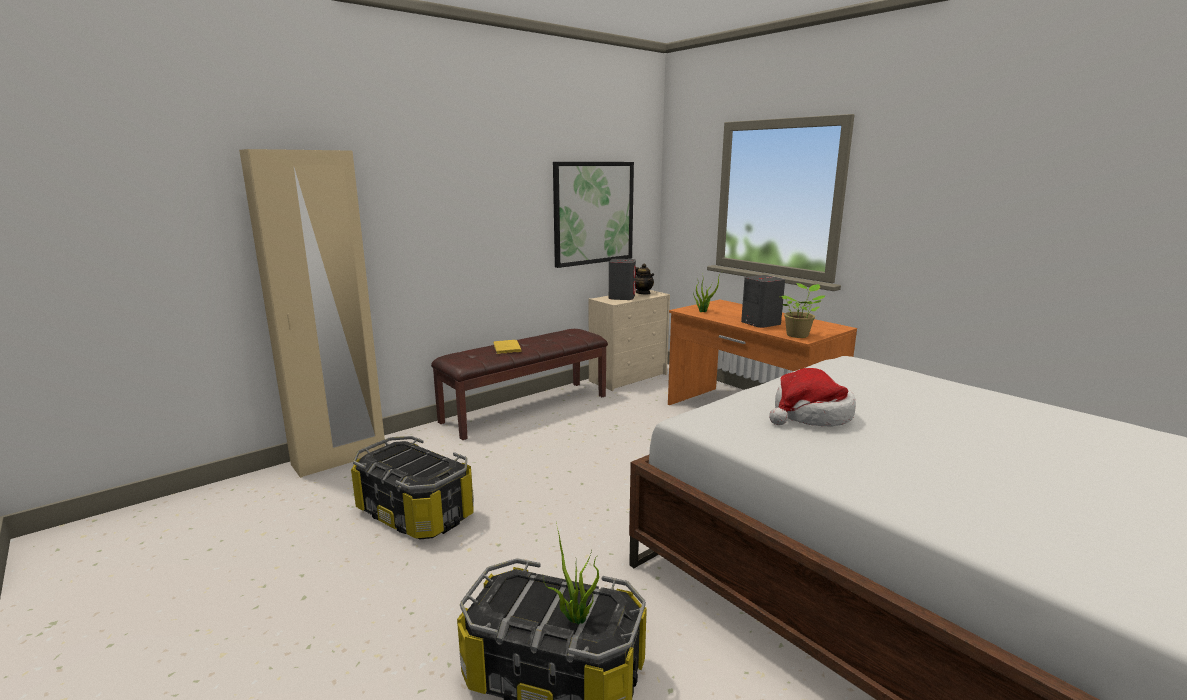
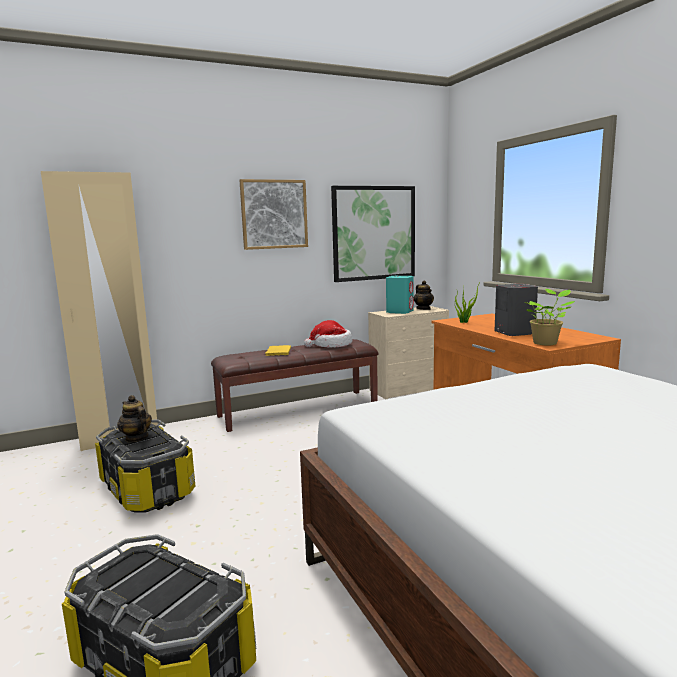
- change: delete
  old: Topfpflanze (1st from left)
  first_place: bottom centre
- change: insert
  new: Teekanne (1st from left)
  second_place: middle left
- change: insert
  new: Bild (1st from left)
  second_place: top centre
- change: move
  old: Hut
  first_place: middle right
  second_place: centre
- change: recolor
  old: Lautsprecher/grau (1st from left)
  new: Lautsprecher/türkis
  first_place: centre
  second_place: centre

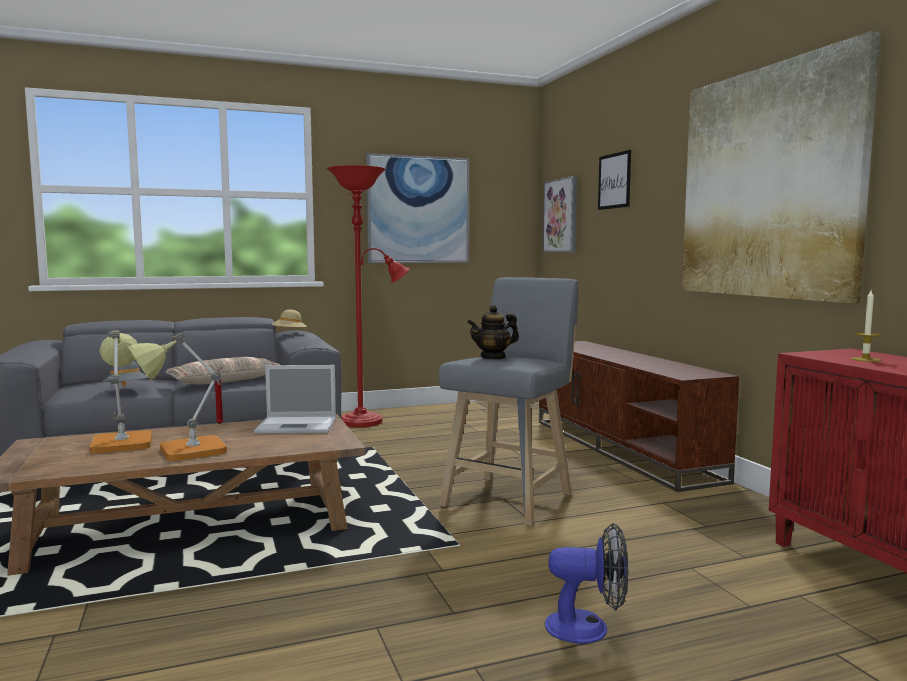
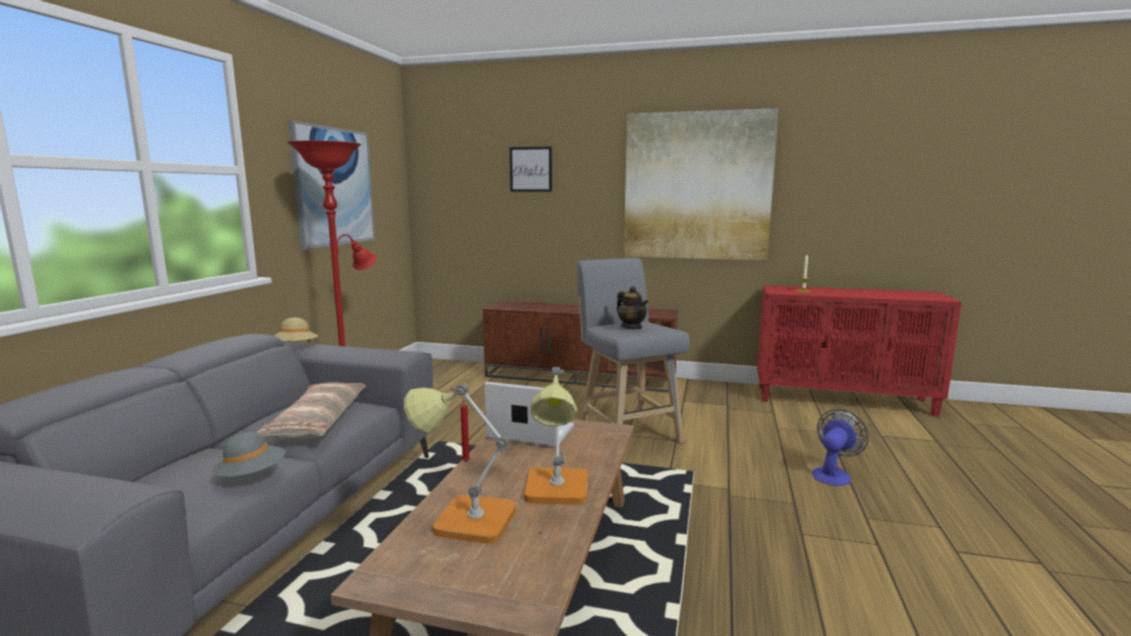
- change: delete
  old: Bild (2nd from left)
  first_place: top centre
- change: rotate
  old: Laptop
  first_place: middle left
  second_place: centre
  degrees: -105
- change: rotate
  old: Teekanne
  first_place: centre
  second_place: centre
  degrees: -45

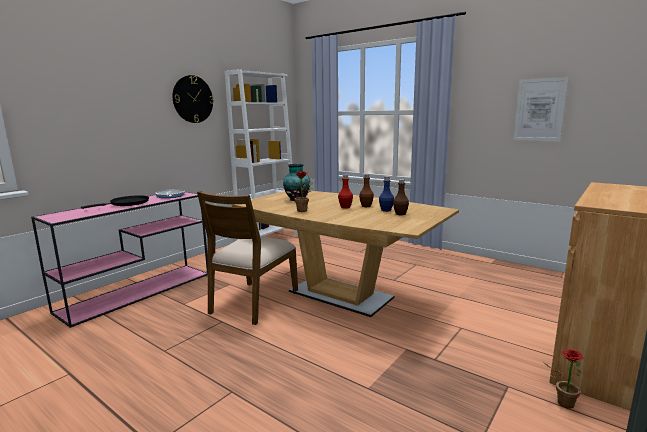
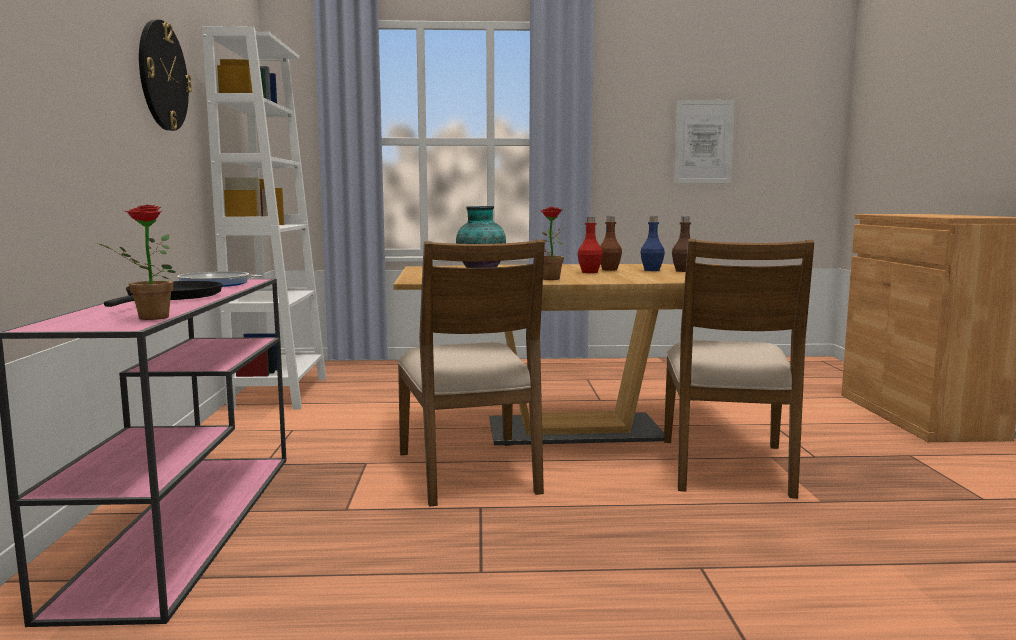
- change: insert
  new: Stuhl/braun (2nd from left)
  second_place: middle right
- change: move
  old: Topfpflanze (2nd from left in the first image)
  new: Topfpflanze (1st from left)
  first_place: bottom right
  second_place: middle left

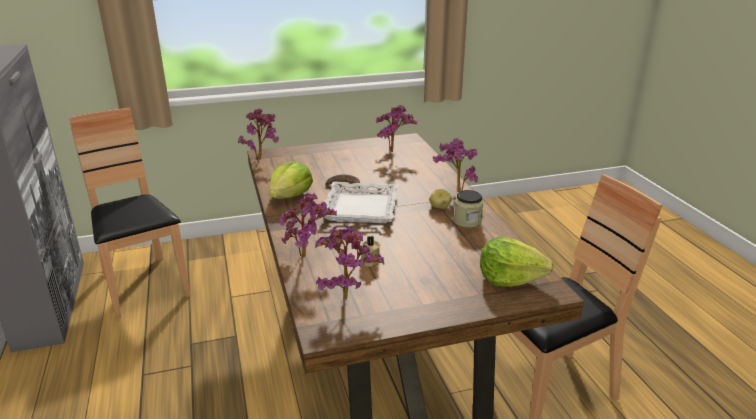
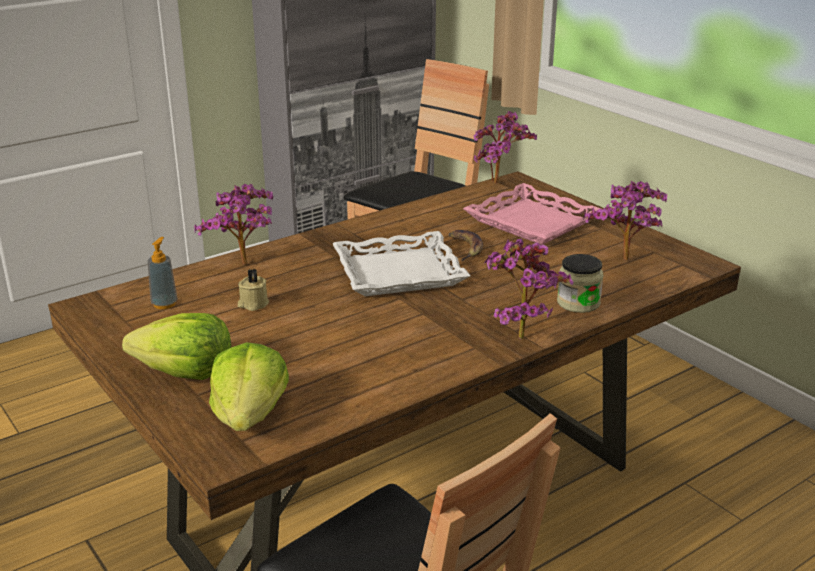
- change: delete
  old: Kartoffel
  first_place: centre
- change: insert
  new: Tablett/rosa
  second_place: centre
- change: move
  old: Salatkopf (1st from left)
  first_place: centre
  second_place: middle left
- change: move
  old: Vorratsglas
  first_place: centre
  second_place: middle right
- change: replace
  old: Topfpflanze (3rd from left)
  new: Seifenspender
  first_place: centre
  second_place: middle left

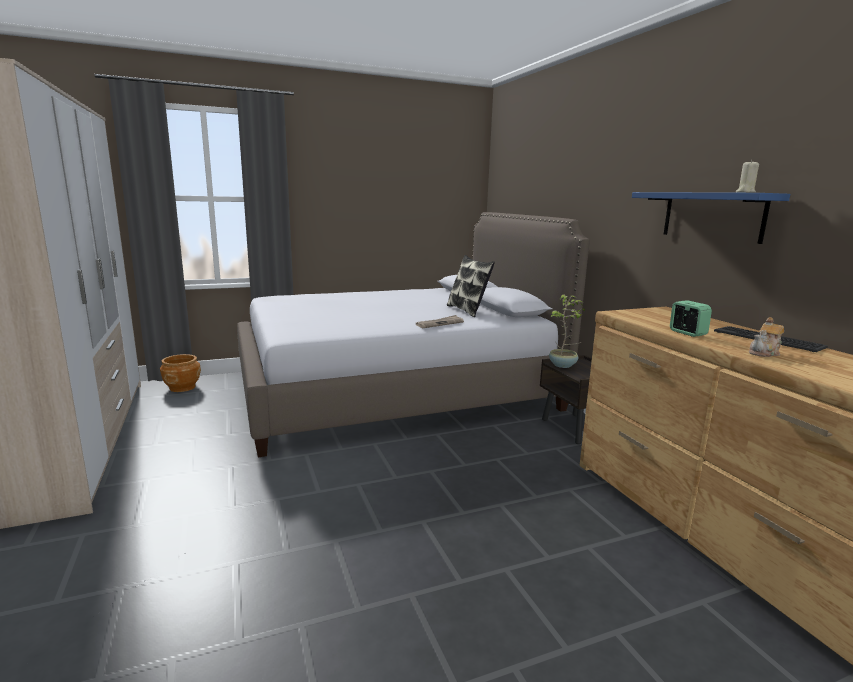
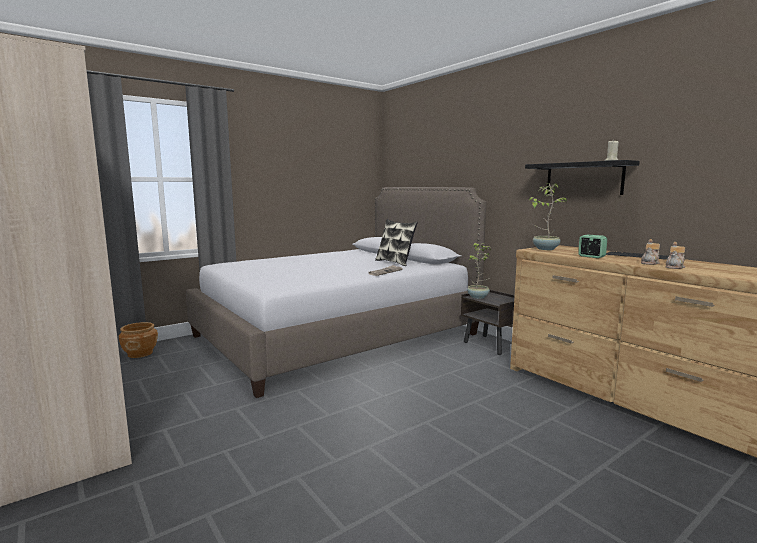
- change: insert
  new: Topfpflanze (2nd from left)
  second_place: middle right
- change: insert
  new: Teekanne (2nd from left)
  second_place: middle right
- change: recolor
  old: Wandregal/blau
  new: Wandregal/schwarz
  first_place: top right
  second_place: top right

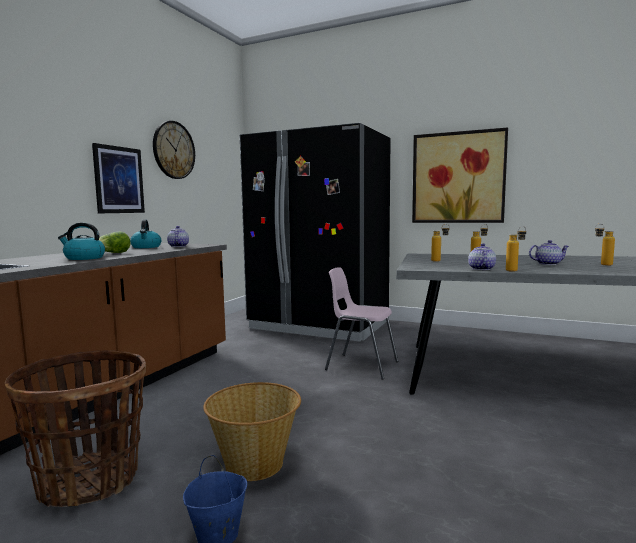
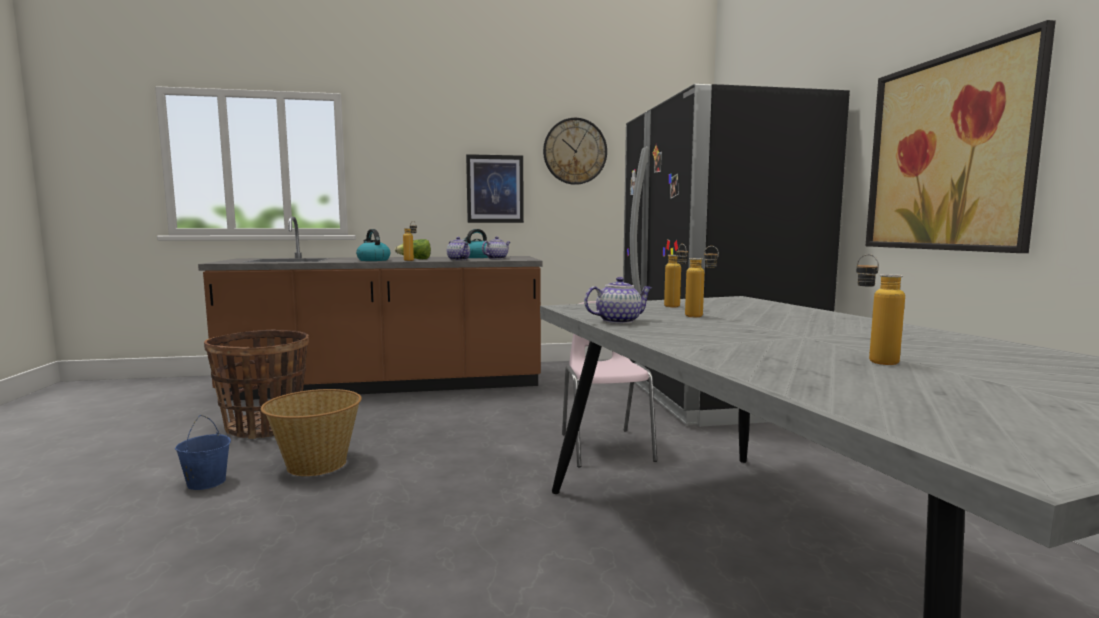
- change: move
  old: Flasche (3rd from left in the first image)
  new: Flasche (1st from left)
  first_place: middle right
  second_place: centre
- change: move
  old: Teekanne (3rd from left in the first image)
  new: Teekanne (1st from left)
  first_place: middle right
  second_place: centre

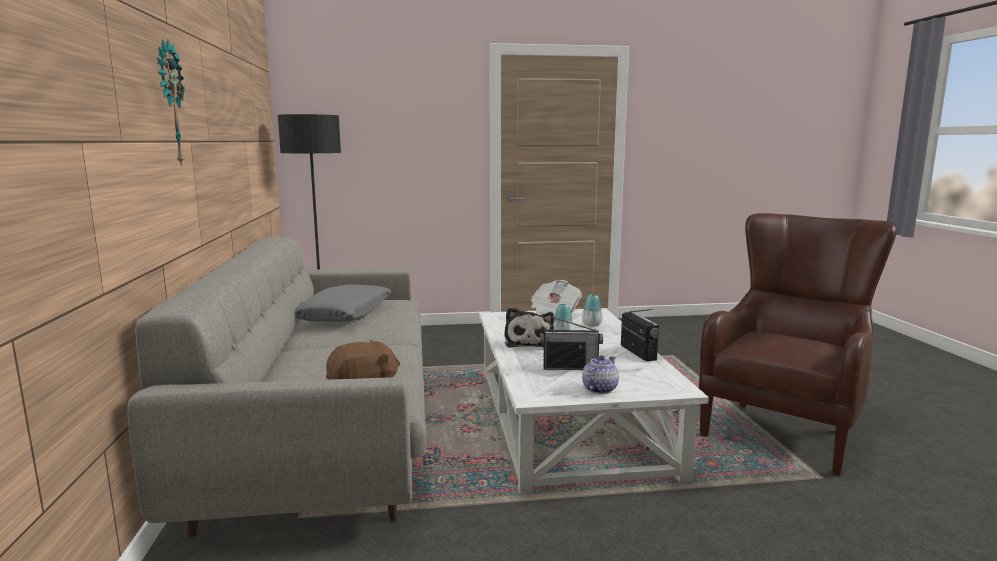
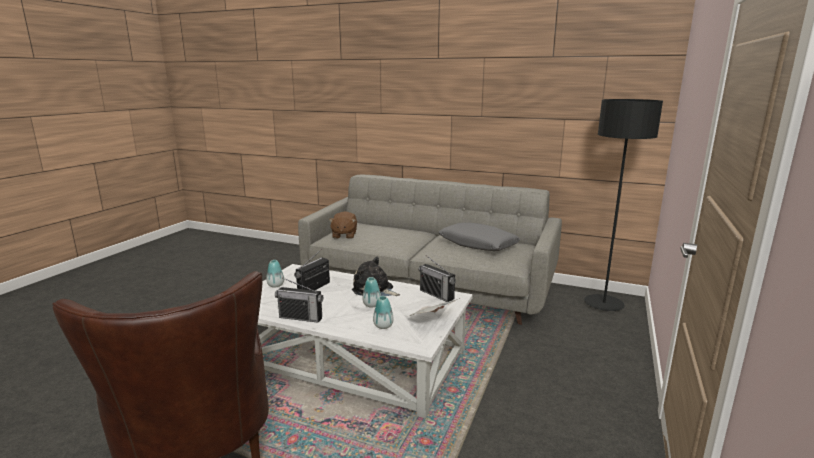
- change: delete
  old: Wanduhr
  first_place: top left
- change: insert
  new: Radio (3rd from left)
  second_place: centre
- change: replace
  old: Teekanne
  new: Vase (1st from left)
  first_place: bottom centre
  second_place: centre

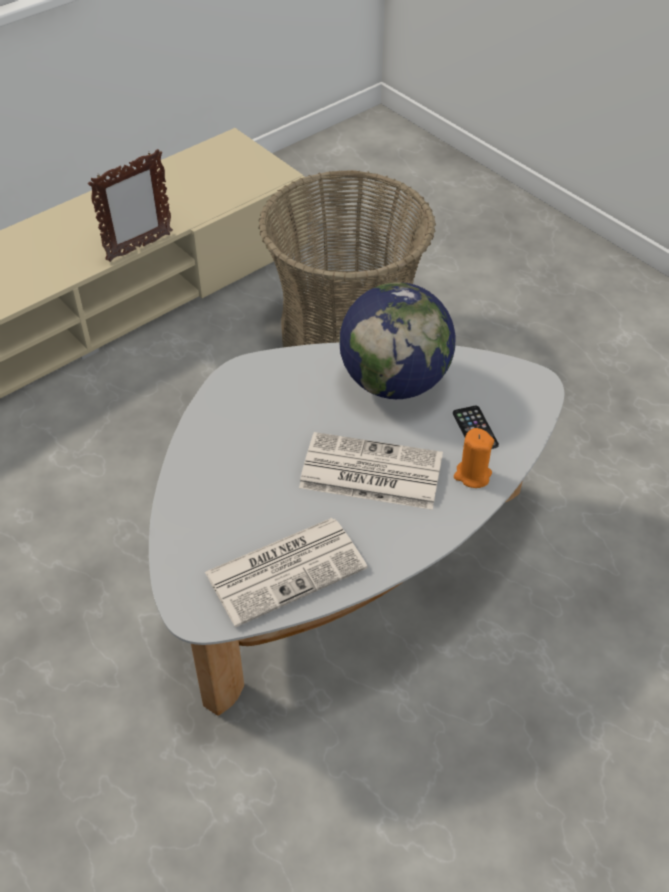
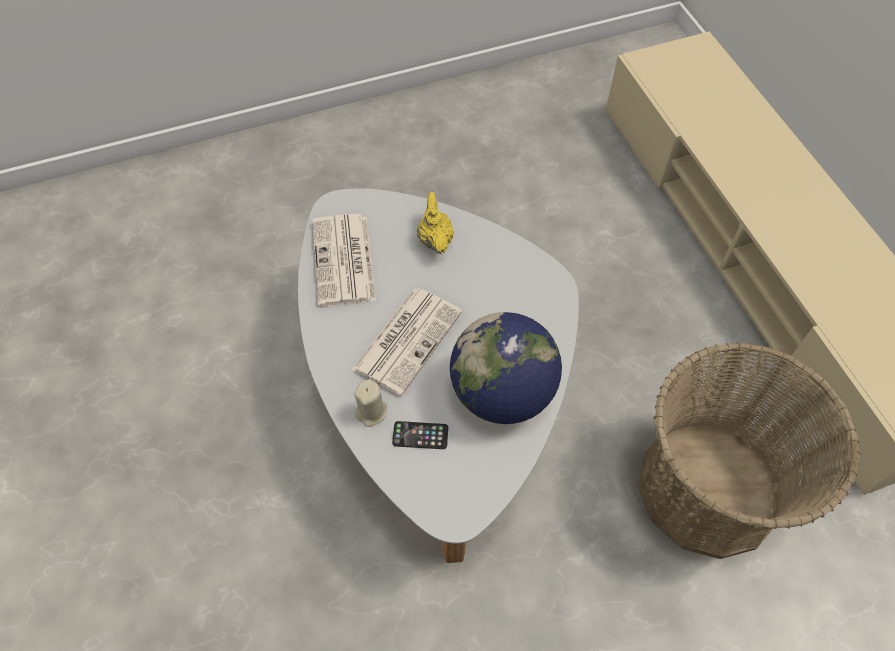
- change: delete
  old: Bilderrahmen
  first_place: top left
- change: insert
  new: Teekanne/gelb
  second_place: centre
- change: recolor
  old: Kerze/orange
  new: Kerze/beige
  first_place: middle right
  second_place: centre

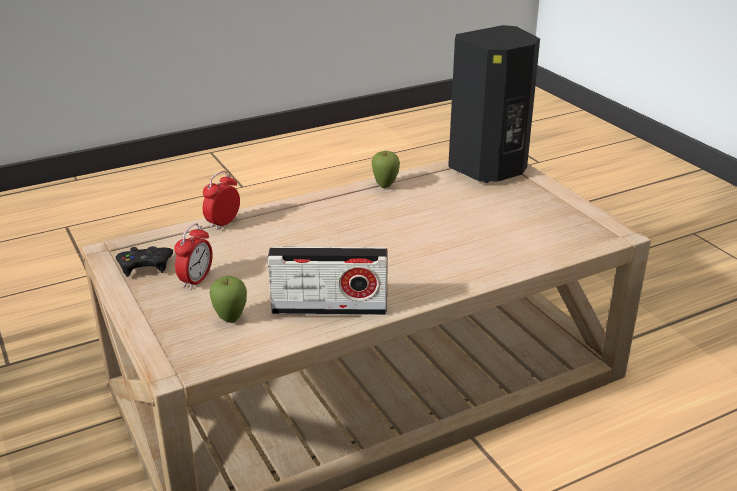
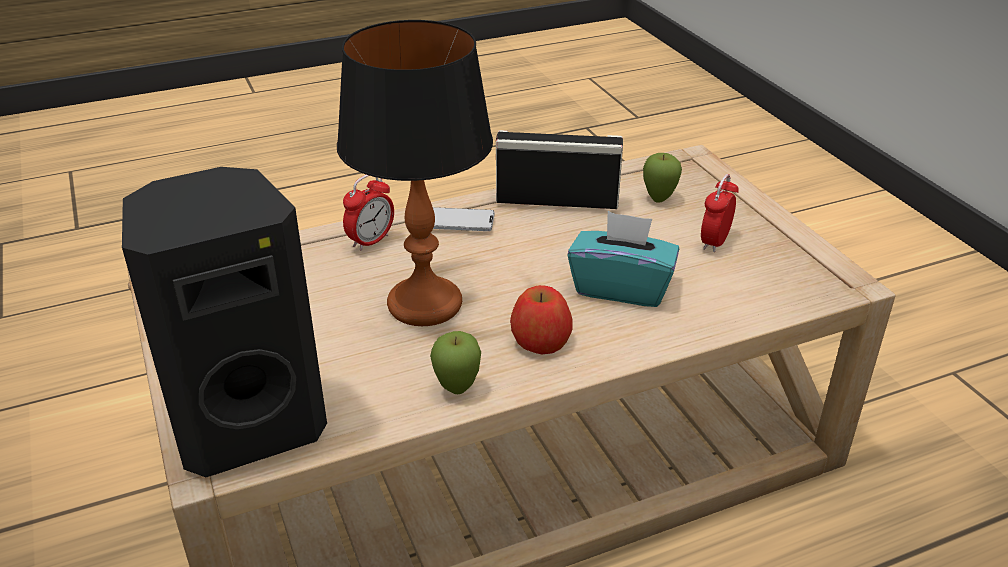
- change: delete
  old: Gamepad/schwarz
  first_place: middle left
- change: insert
  new: Tischlampe
  second_place: top centre
- change: insert
  new: Handy
  second_place: centre
- change: insert
  new: Apfel (2nd from left)
  second_place: centre
- change: insert
  new: Taschentuchbox/türkis
  second_place: centre
- change: move
  old: Wecker (2nd from left in the first image)
  new: Wecker (1st from left)
  first_place: middle left
  second_place: centre

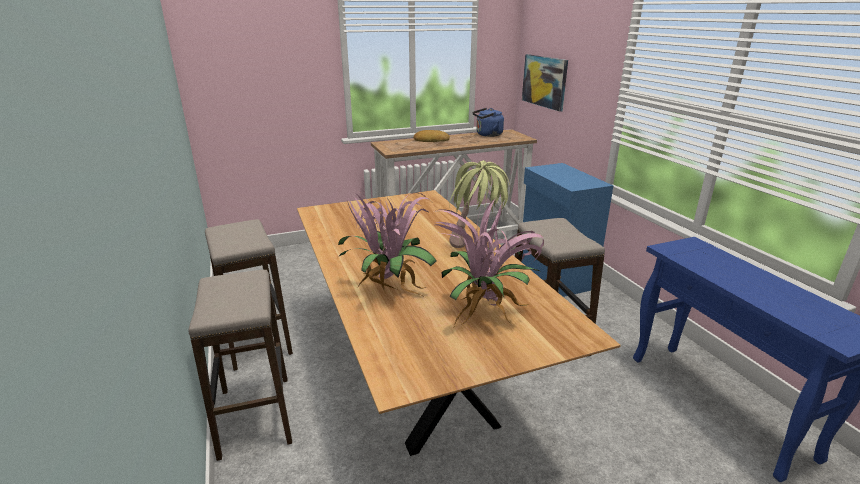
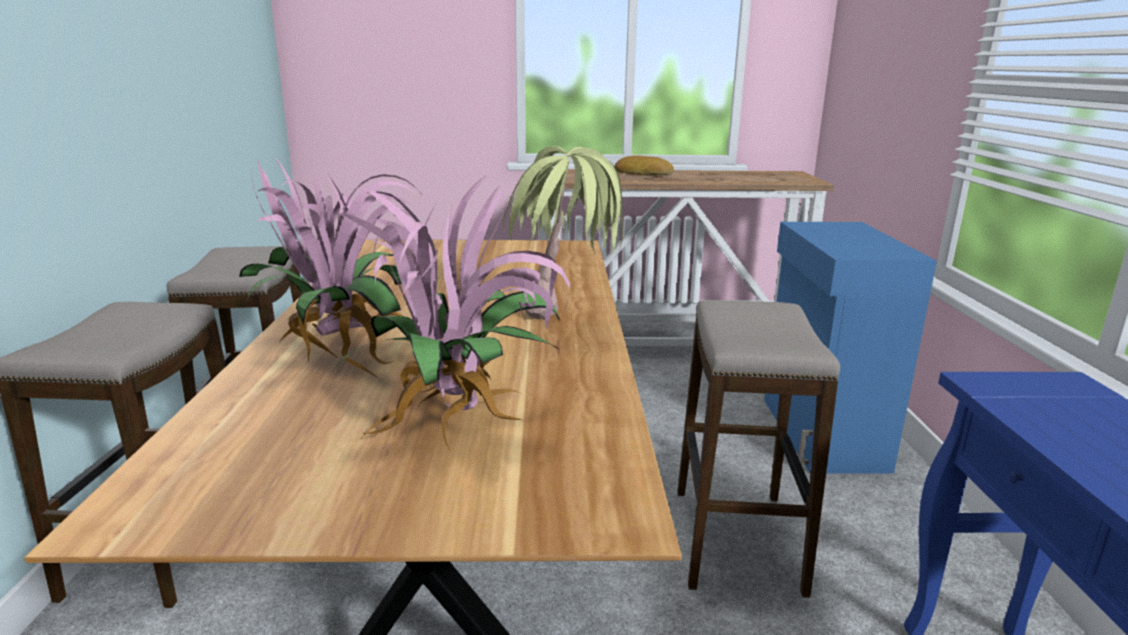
- change: delete
  old: Wasserkessel/blau
  first_place: top centre
- change: delete
  old: Bild
  first_place: top centre

